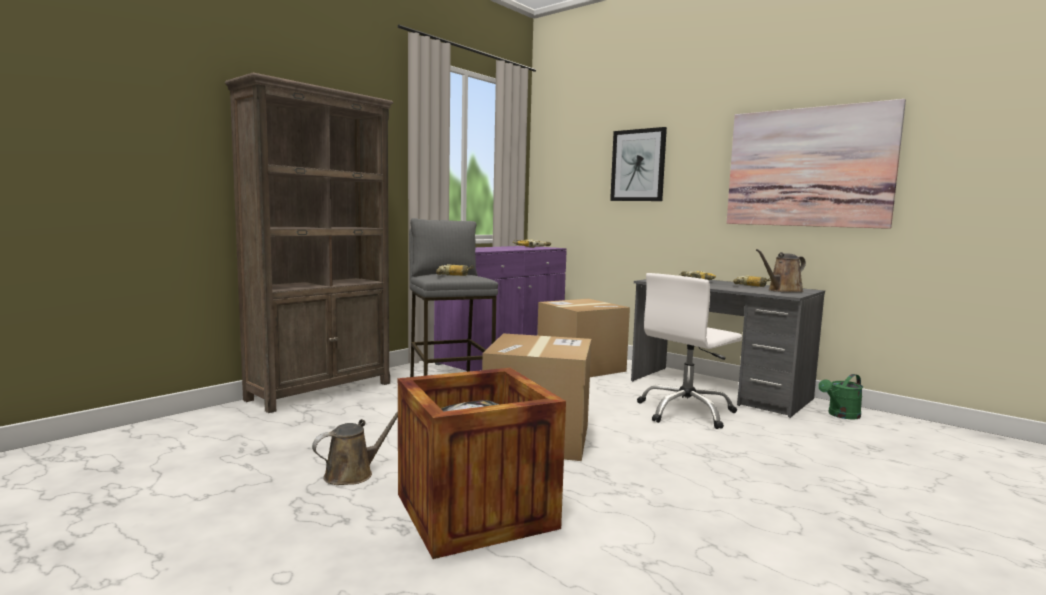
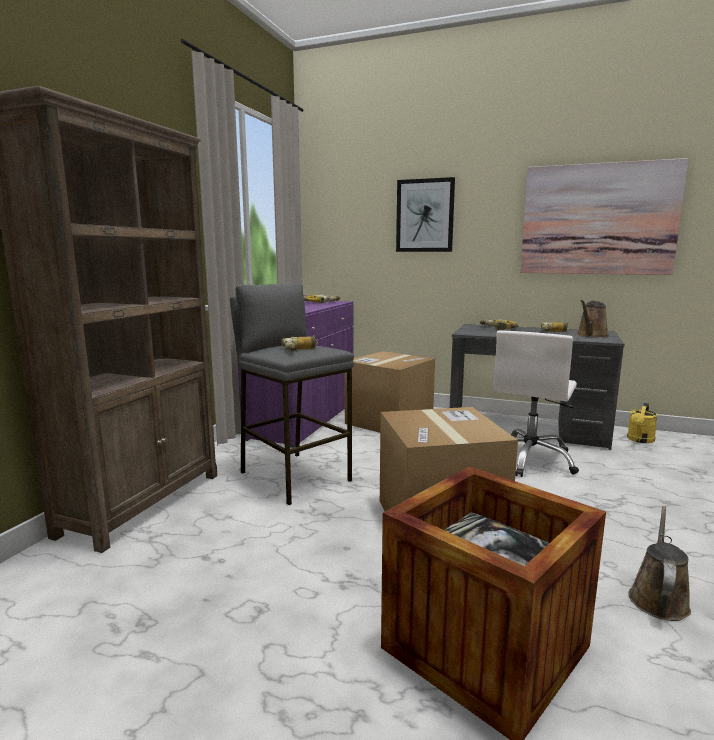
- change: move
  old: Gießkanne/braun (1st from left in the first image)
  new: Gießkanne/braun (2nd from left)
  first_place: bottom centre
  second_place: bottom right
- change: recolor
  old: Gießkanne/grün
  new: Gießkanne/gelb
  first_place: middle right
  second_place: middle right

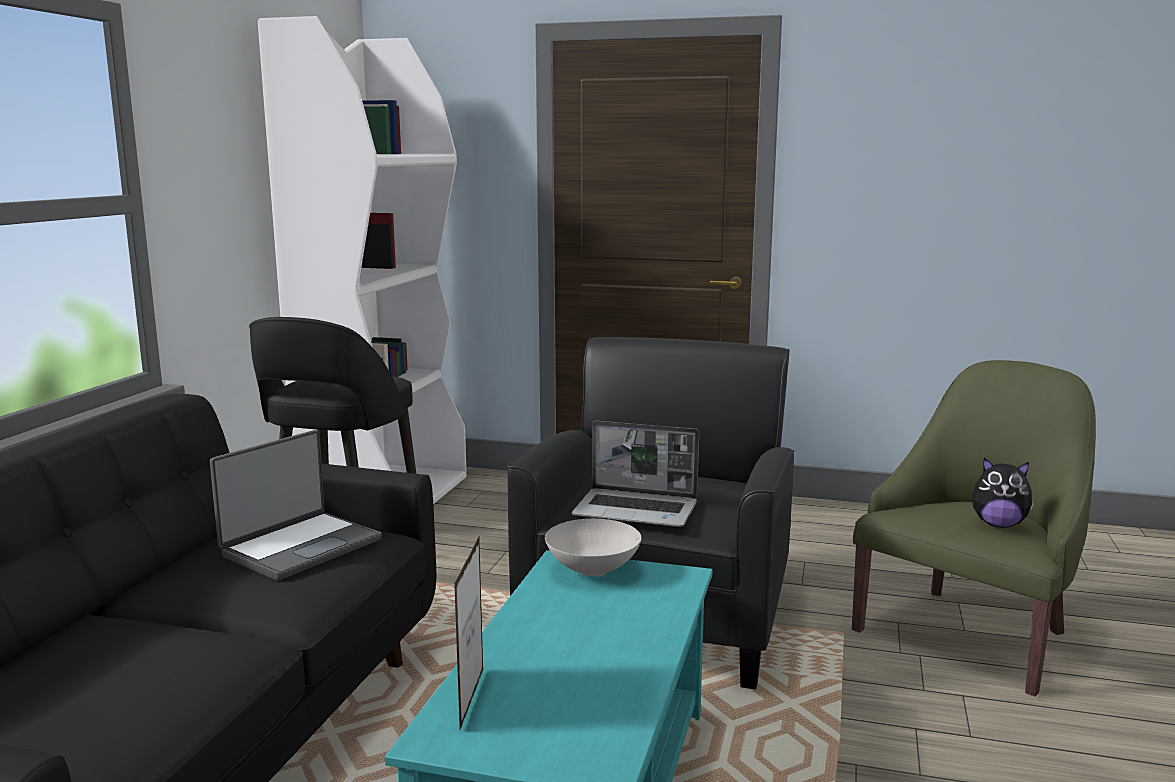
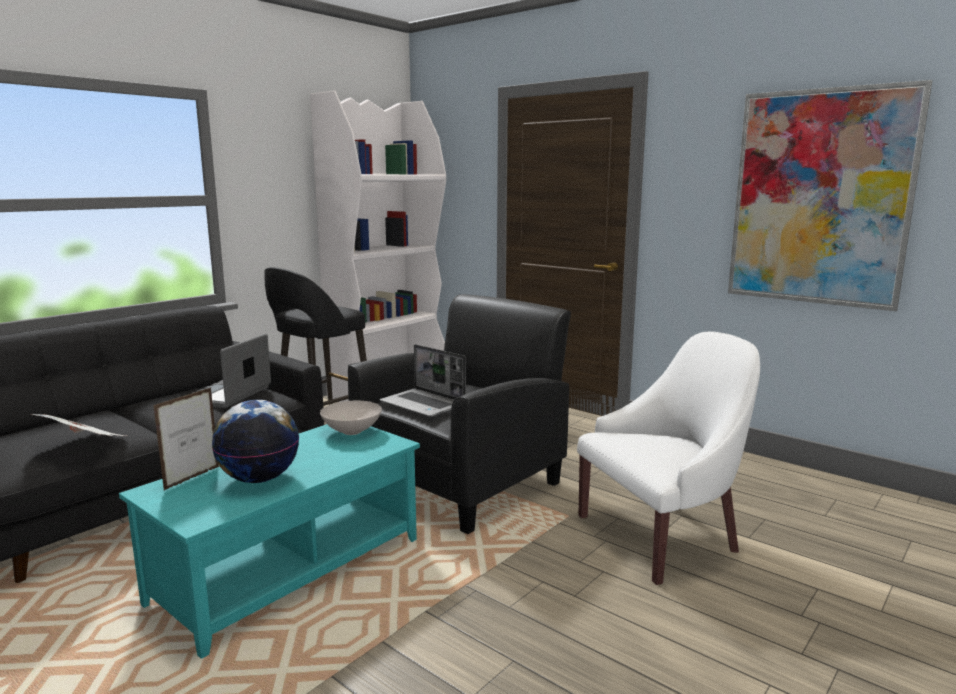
- change: delete
  old: Plüschtier
  first_place: middle right
- change: insert
  new: Zeitung
  second_place: middle left
- change: insert
  new: Globus
  second_place: middle left
- change: insert
  new: Bild
  second_place: top right
- change: recolor
  old: Sessel/grün
  new: Sessel/weiß
  first_place: bottom right
  second_place: middle right
- change: rotate
  old: Laptop (1st from left)
  first_place: middle left
  second_place: middle left
  degrees: 135

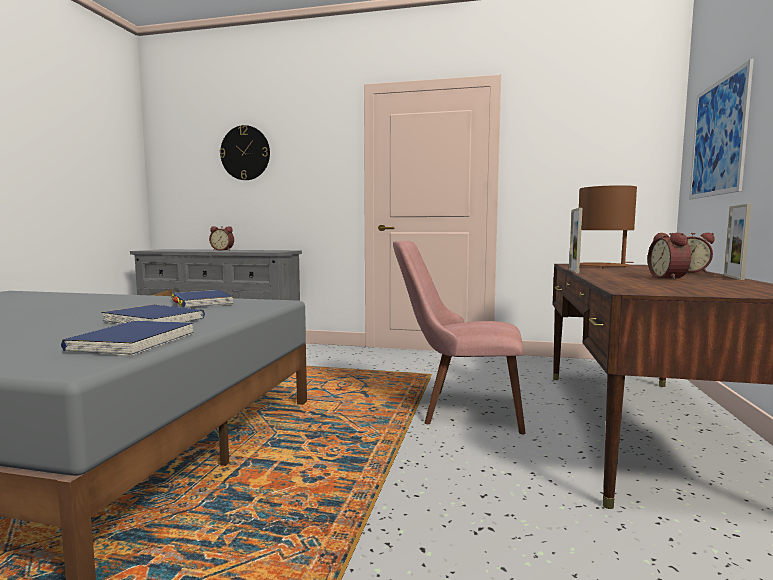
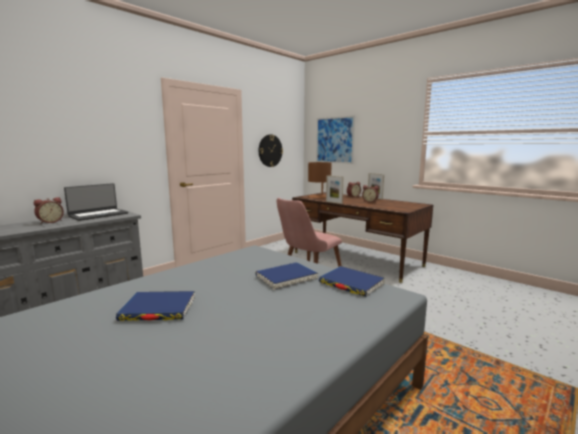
- change: insert
  new: Laptop
  second_place: middle left
- change: move
  old: Buch/blau (3rd from left in the first image)
  new: Buch/blau (1st from left)
  first_place: middle left
  second_place: bottom left
- change: move
  old: Wanduhr
  first_place: top left
  second_place: centre

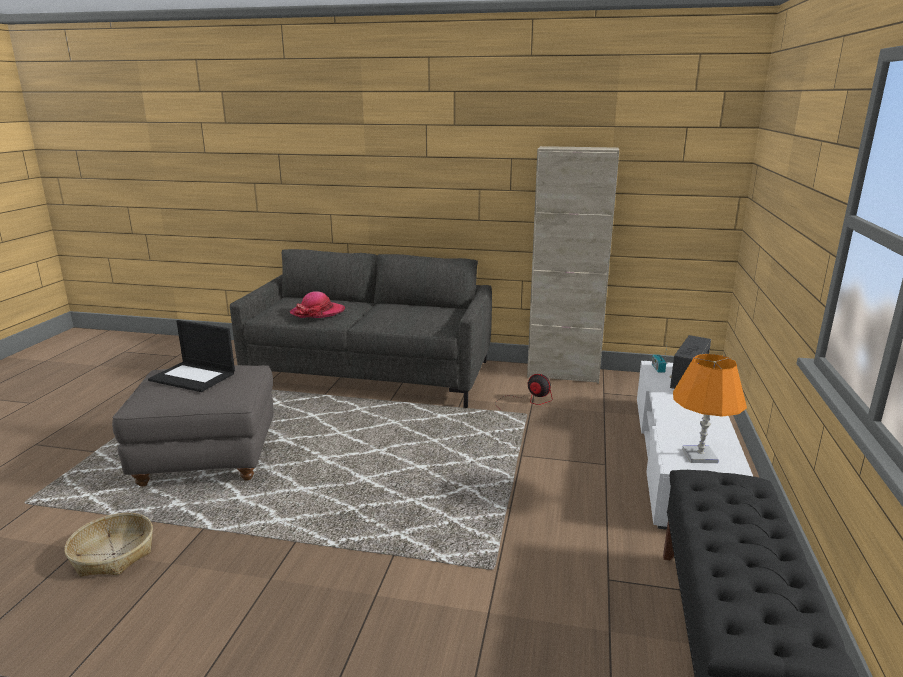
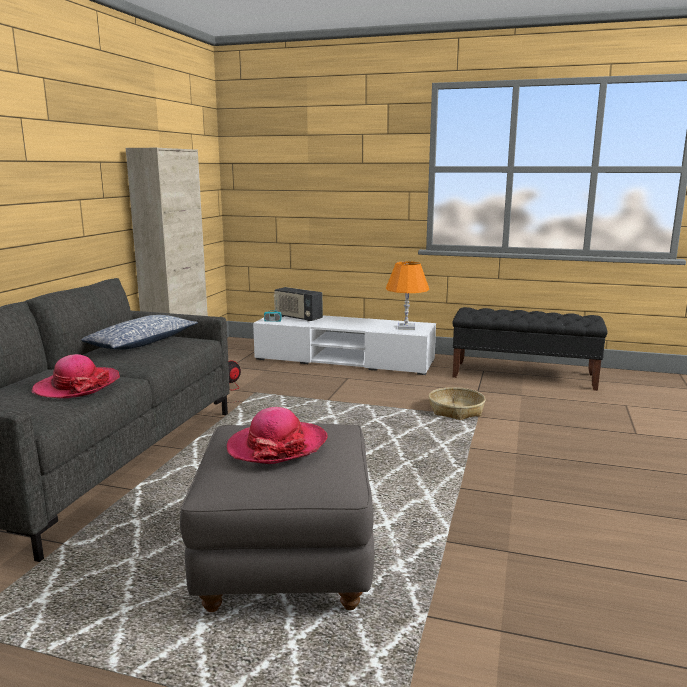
- change: insert
  new: Kissen
  second_place: middle left
- change: move
  old: Korb
  first_place: bottom left
  second_place: centre
- change: replace
  old: Laptop
  new: Hut (2nd from left)
  first_place: middle left
  second_place: centre

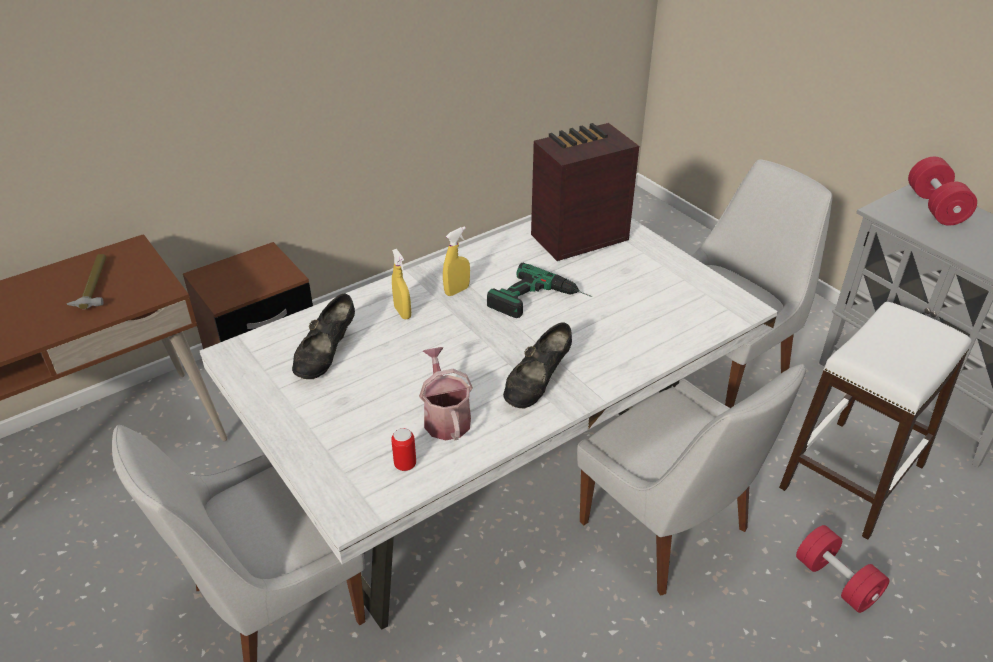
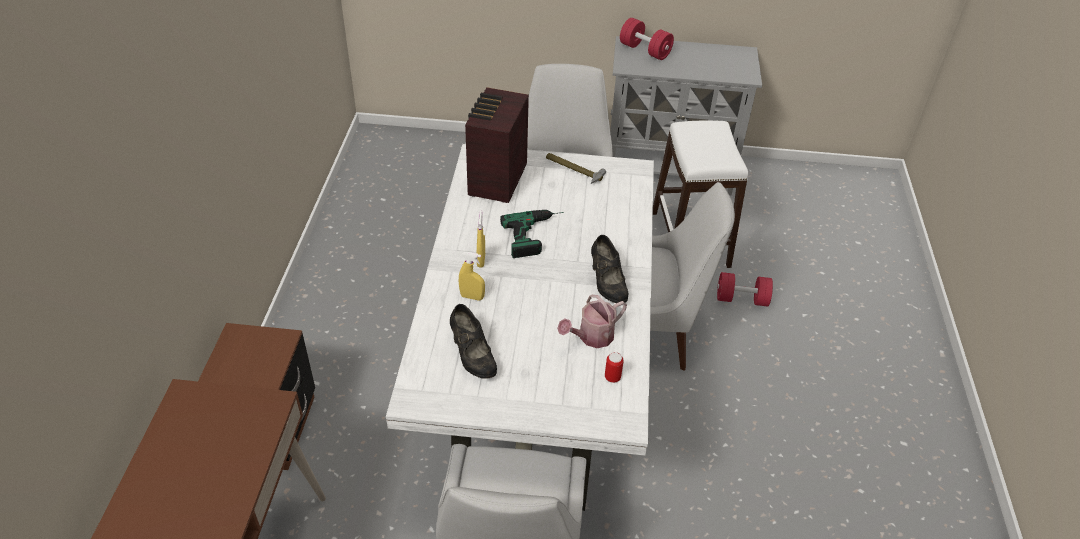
- change: move
  old: Hammer
  first_place: middle left
  second_place: top centre
- change: rotate
  old: Gießkanne
  first_place: centre
  second_place: centre
  degrees: -60

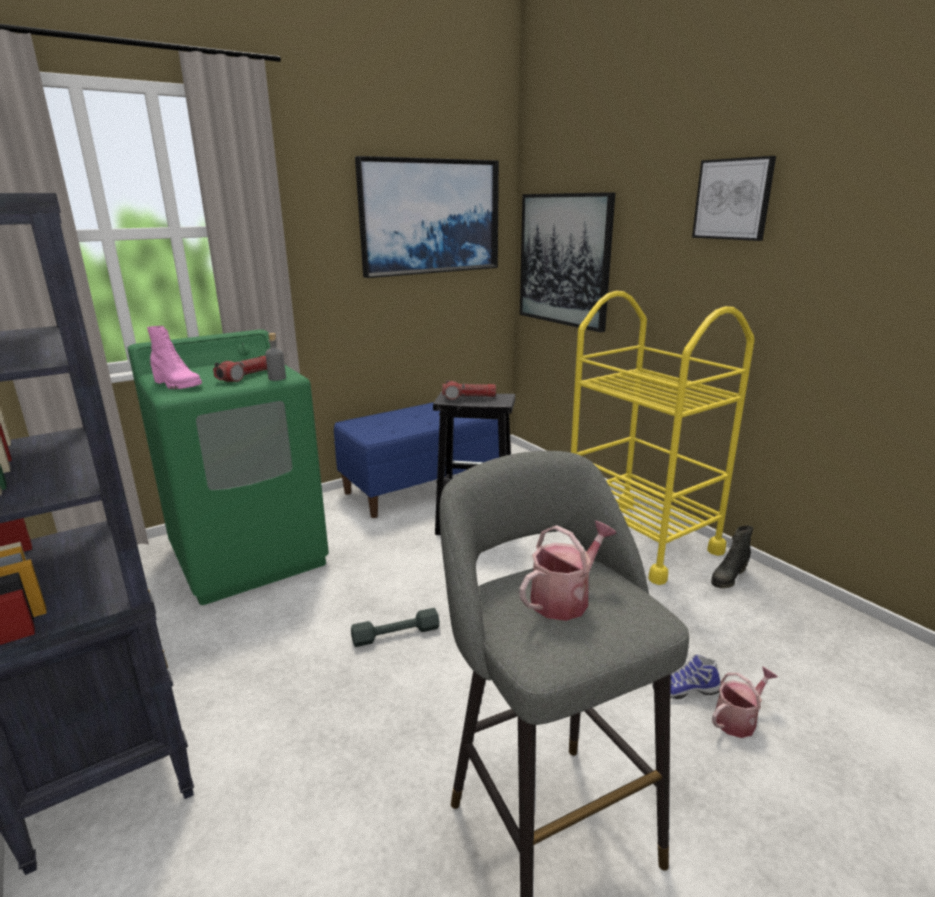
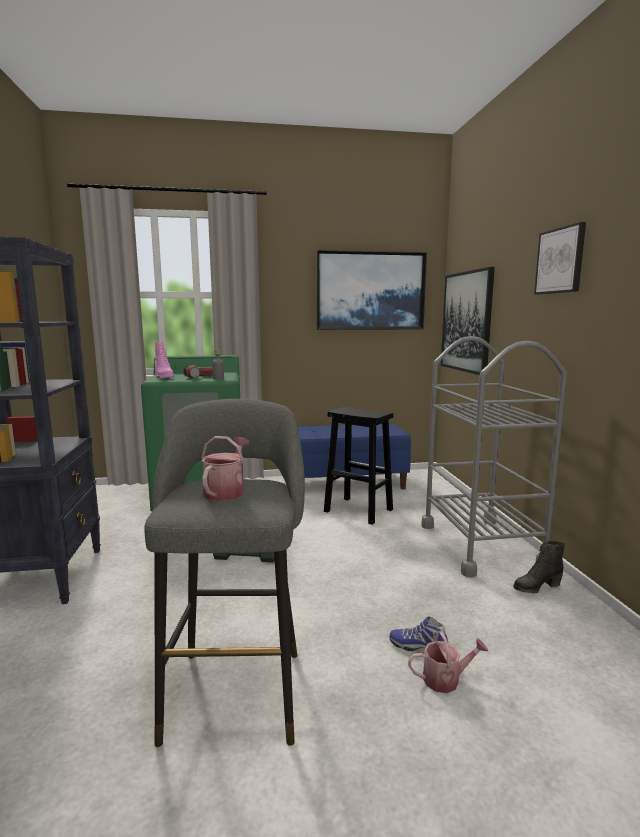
- change: delete
  old: Taschenlampe (2nd from left)
  first_place: centre
- change: recolor
  old: Rollwagen/gelb
  new: Rollwagen/grau
  first_place: middle right
  second_place: middle right
- change: rotate
  old: Gießkanne (1st from left)
  first_place: centre
  second_place: centre
  degrees: -60

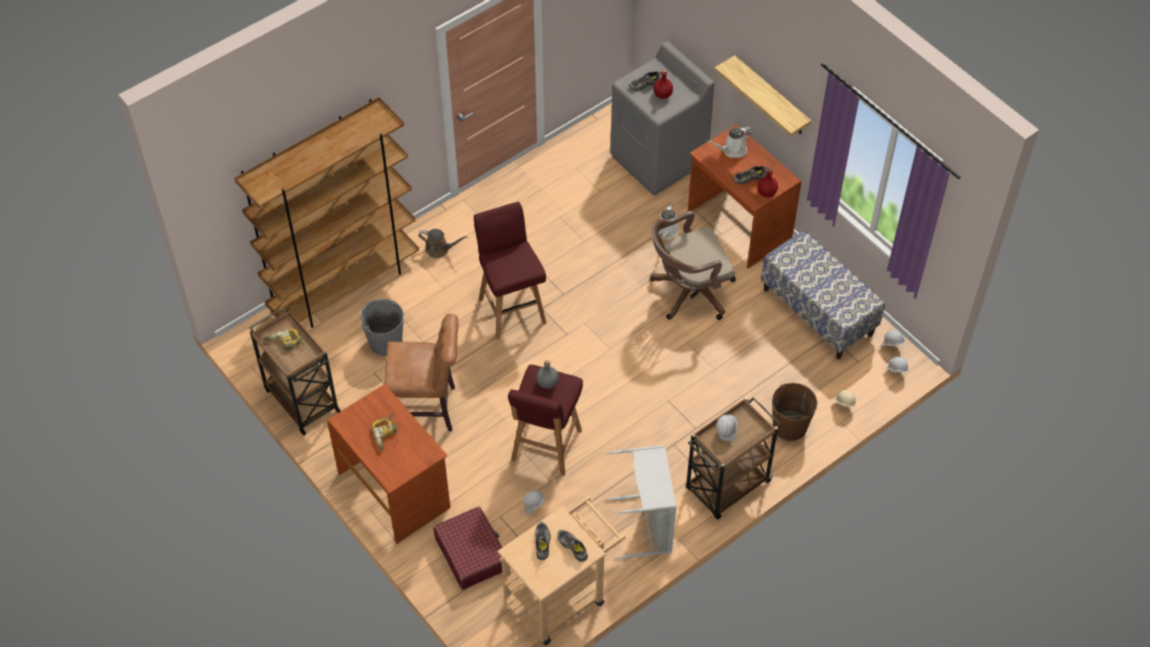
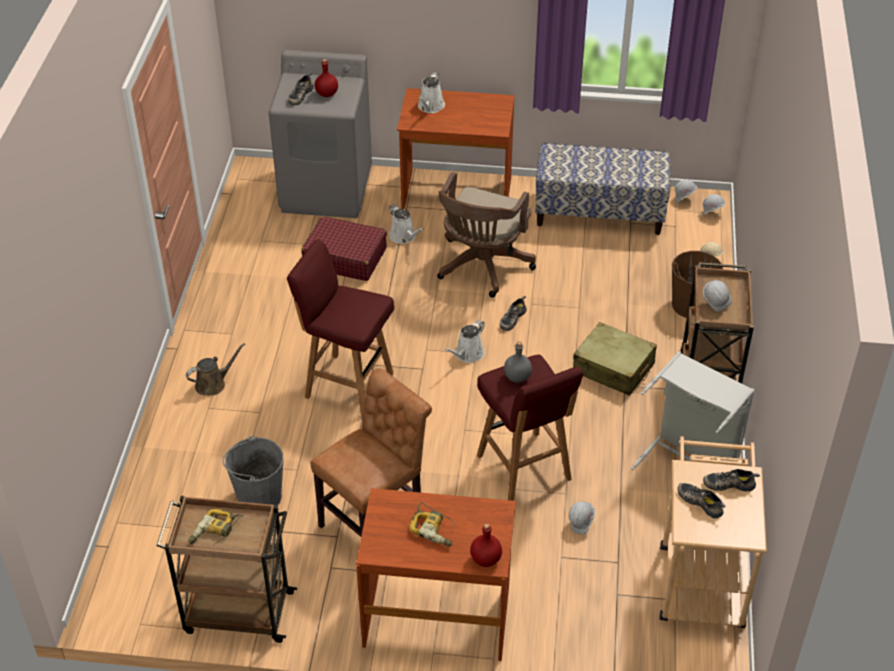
- change: delete
  old: Bücherregal/braun
  first_place: top left
- change: delete
  old: Wandregal
  first_place: top centre
- change: insert
  new: Gießkanne/weiß (3rd from left)
  second_place: centre
- change: insert
  new: Koffer/beige
  second_place: middle right
- change: move
  old: Koffer/rot
  first_place: bottom centre
  second_place: centre
- change: move
  old: Schuh (4th from left in the first image)
  new: Schuh (2nd from left)
  first_place: top centre
  second_place: centre
- change: move
  old: Flasche/rot (2nd from left)
  first_place: top right
  second_place: bottom centre

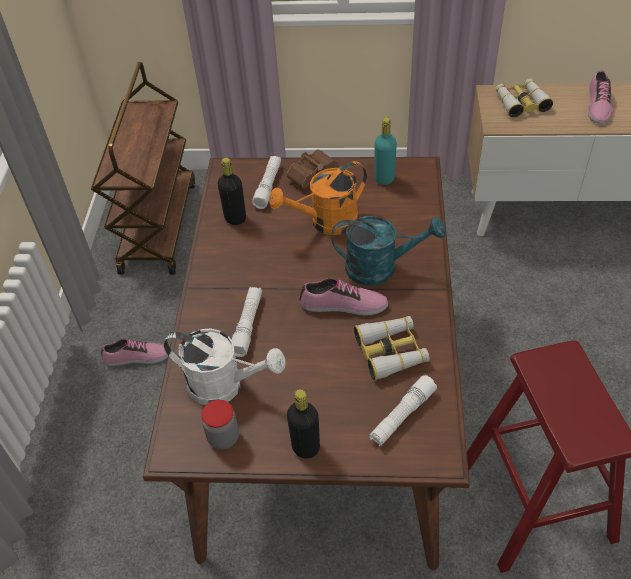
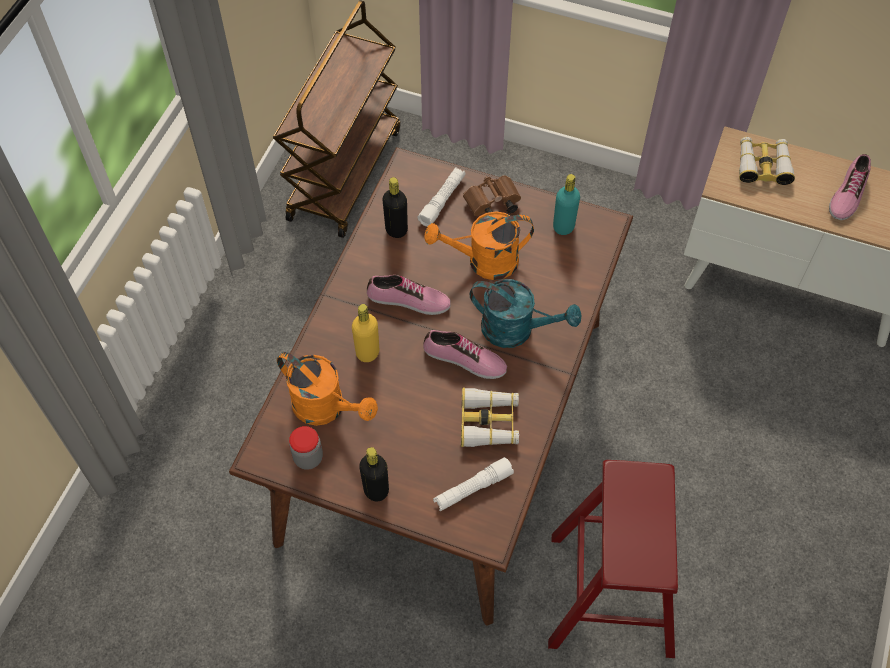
- change: move
  old: Schuh (1st from left)
  first_place: middle left
  second_place: centre
- change: replace
  old: Taschenlampe/weiß (1st from left)
  new: Flasche/gelb
  first_place: centre
  second_place: centre
- change: recolor
  old: Gießkanne/weiß
  new: Gießkanne/orange (1st from left)
  first_place: centre
  second_place: centre

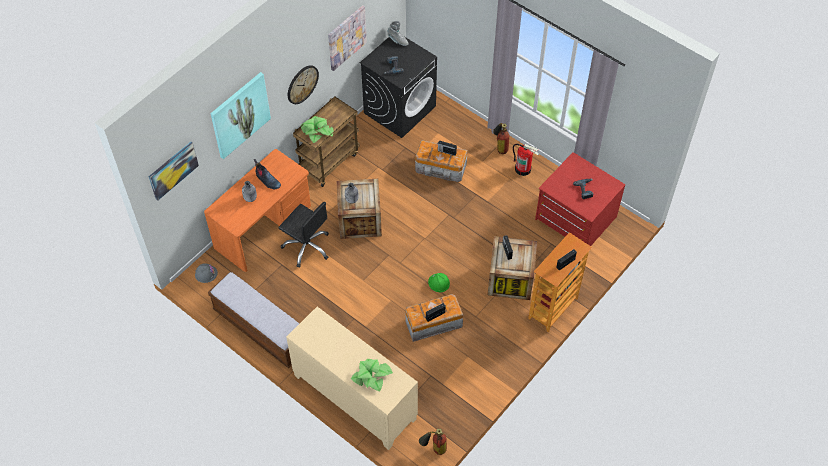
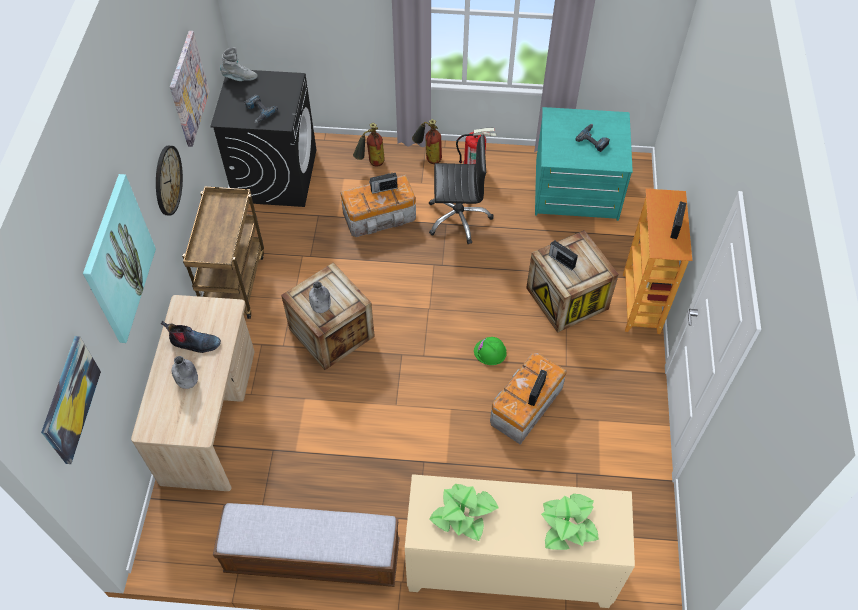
- change: delete
  old: Schutzhelm/grau
  first_place: middle left
- change: move
  old: Bürostuhl/schwarz
  first_place: centre
  second_place: top centre
- change: move
  old: Topfpflanze (1st from left)
  first_place: top centre
  second_place: bottom centre
- change: move
  old: Feuerlöscher (1st from left)
  first_place: bottom centre
  second_place: top centre
- change: recolor
  old: Schreibtisch/orange
  new: Schreibtisch/beige
  first_place: middle left
  second_place: middle left
- change: recolor
  old: Kommode/rot
  new: Kommode/türkis
  first_place: middle right
  second_place: top right

